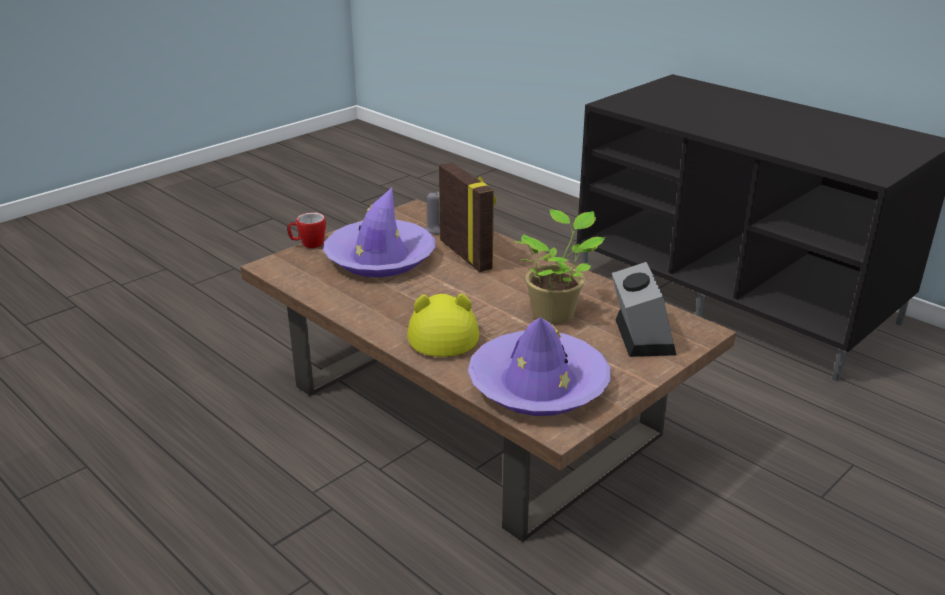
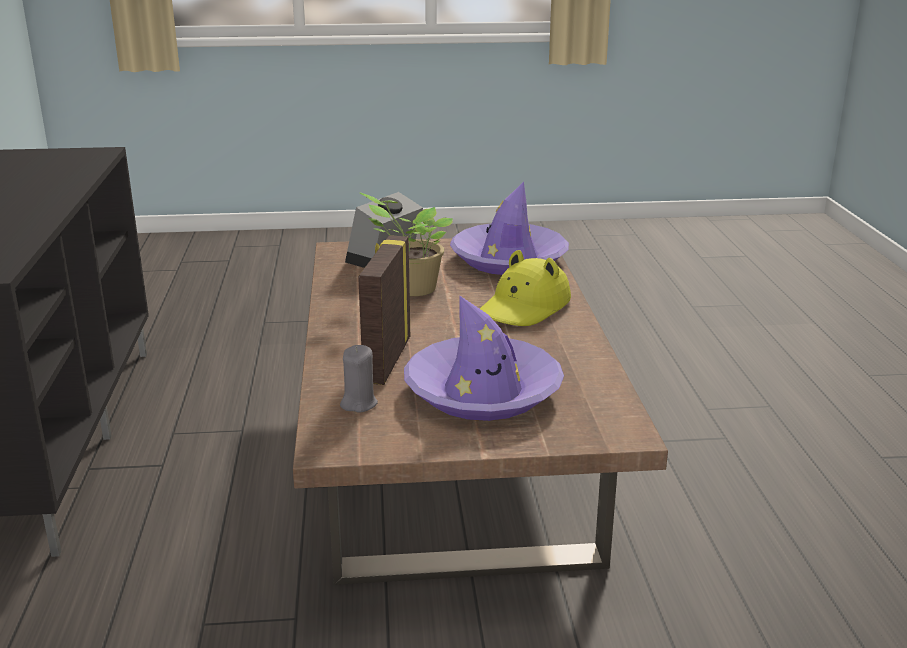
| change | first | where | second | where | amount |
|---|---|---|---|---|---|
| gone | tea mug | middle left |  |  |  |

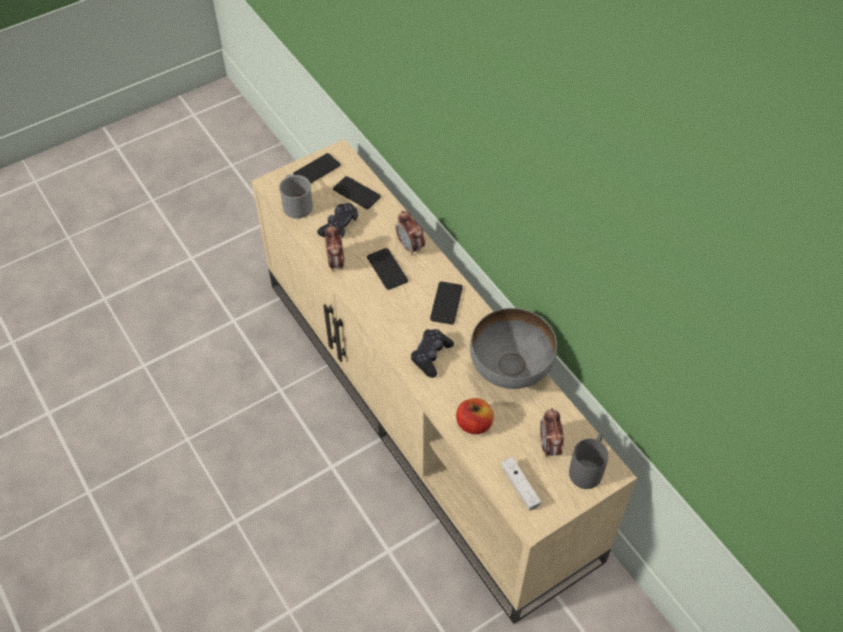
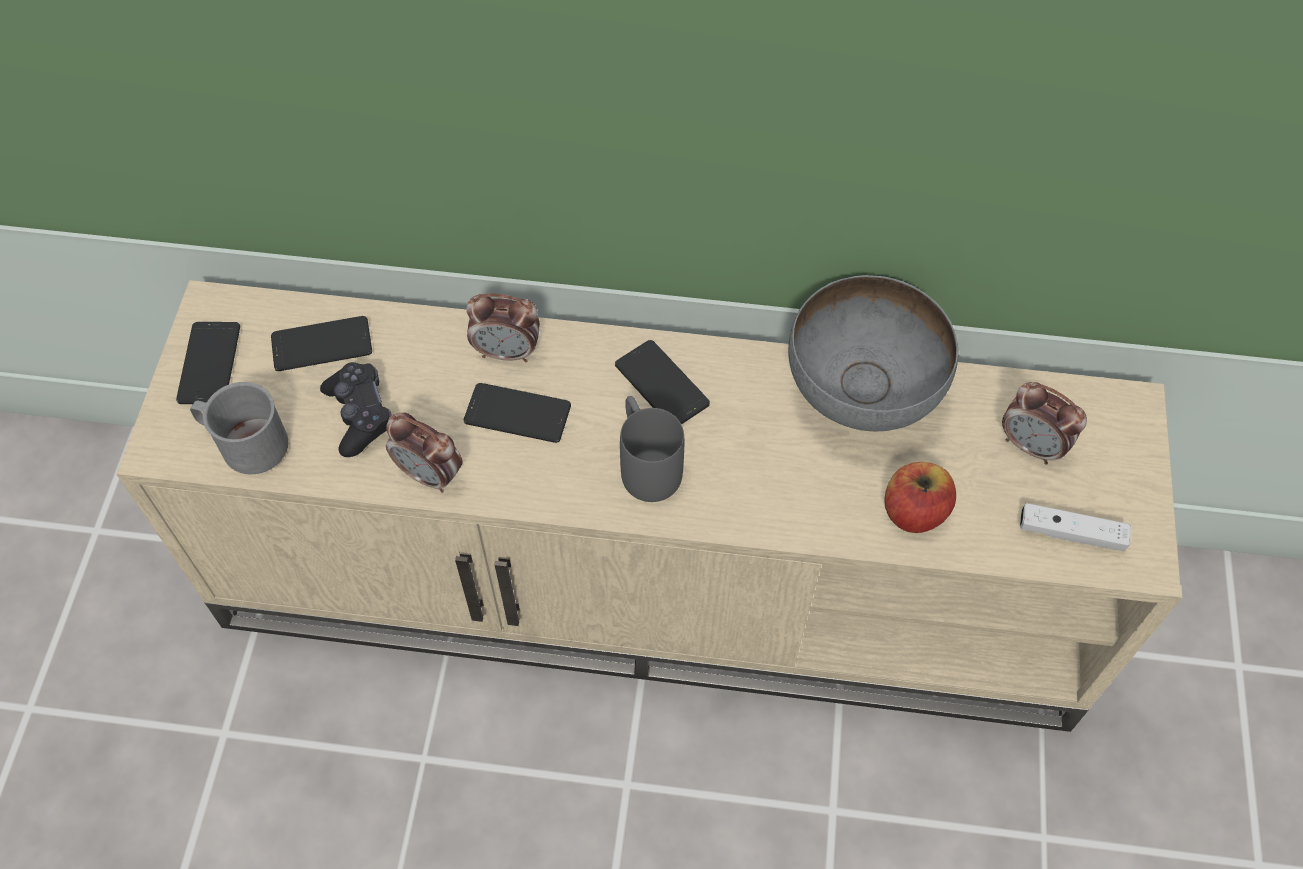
| change | first | where | second | where | amount |
|---|---|---|---|---|---|
| gone | black gamepad (no. 2 from left) | centre |  |  |  |
| shifted | gray tea mug (no. 2 from left) | bottom right |  | centre |  |

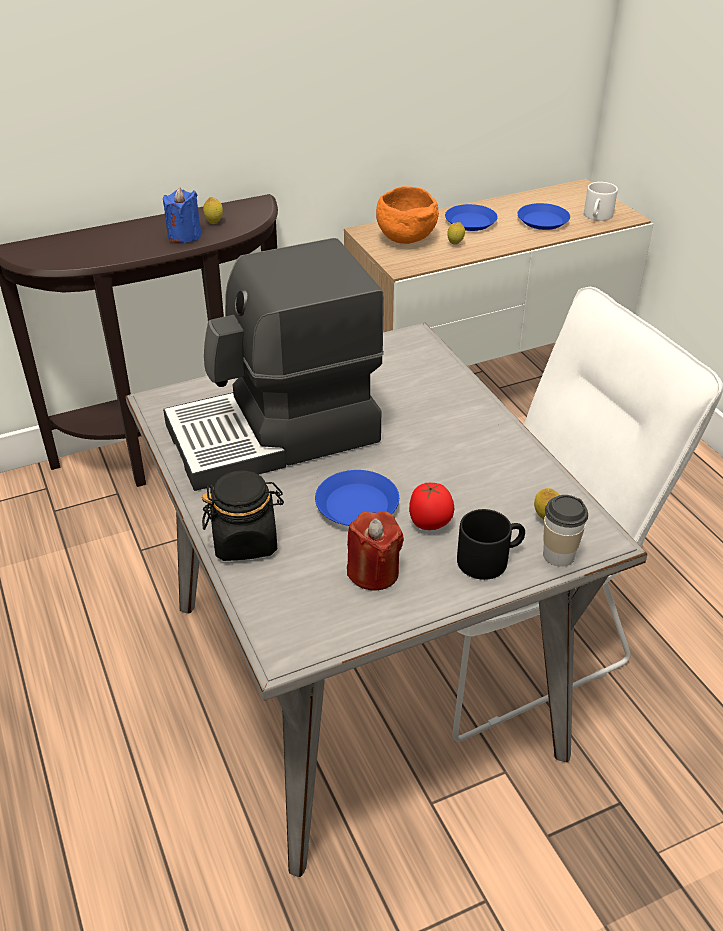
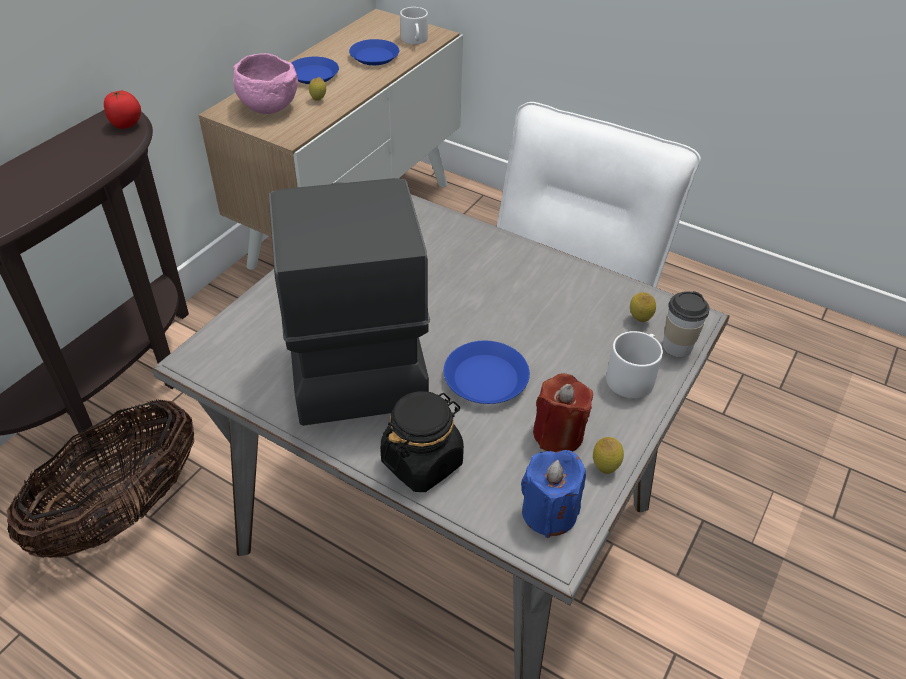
| change | first | where | second | where | amount |
|---|---|---|---|---|---|
| shifted | blue-coloured candle | top left |  | bottom centre |  |
| rotated | coffee machine | centre |  | centre | 135 degrees clockwise |
| shifted | lemon (no. 1 from left in the first image) | top left | lemon (no. 2 from left) | bottom right |  |
| repainted | orange deep dish | top centre | pinkish deep dish | top left |  |
| shifted | fresh tomato | centre |  | top left |  |
| repainted | black tea mug | middle right | whitish tea mug (no. 2 from left) | middle right |  |
| new |  |  | basket | bottom left |  |

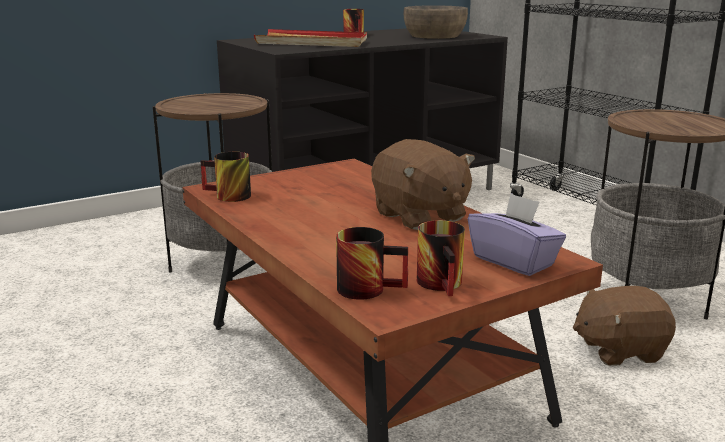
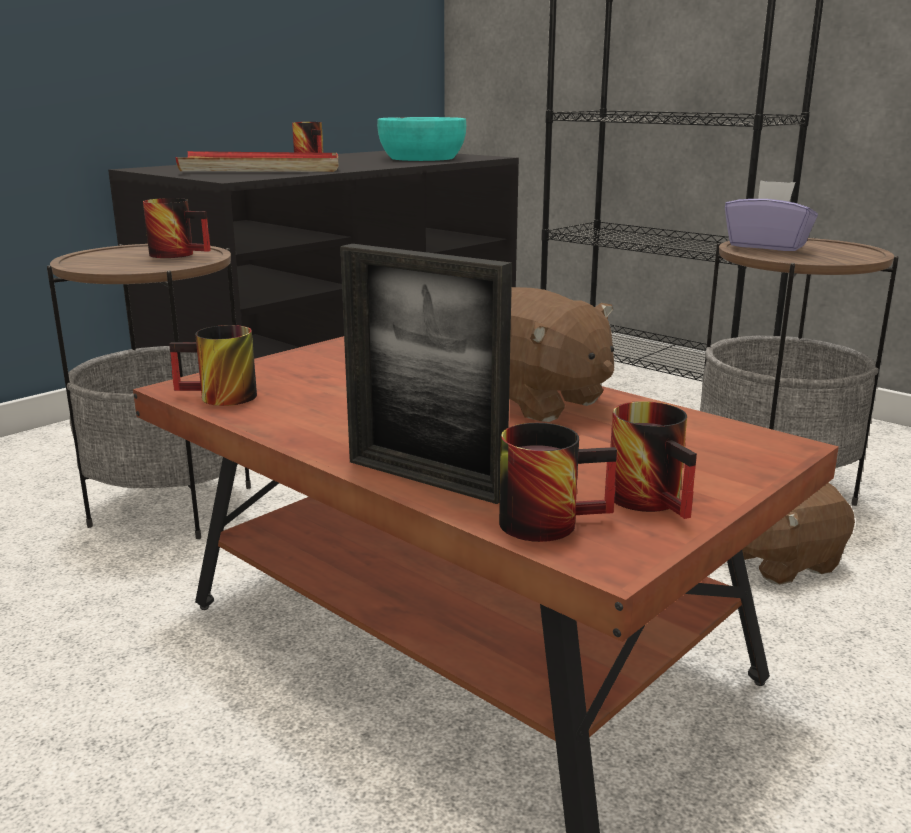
| change | first | where | second | where | amount |
|---|---|---|---|---|---|
| repainted | brown-coloured deep dish | top centre | turquoise-coloured deep dish | top centre |  |
| shifted | purplish tissue box | middle right |  | top right |  |
| new |  |  | tea mug (no. 1 from left) | top left |  |
| new |  |  | standing frame | centre |  |

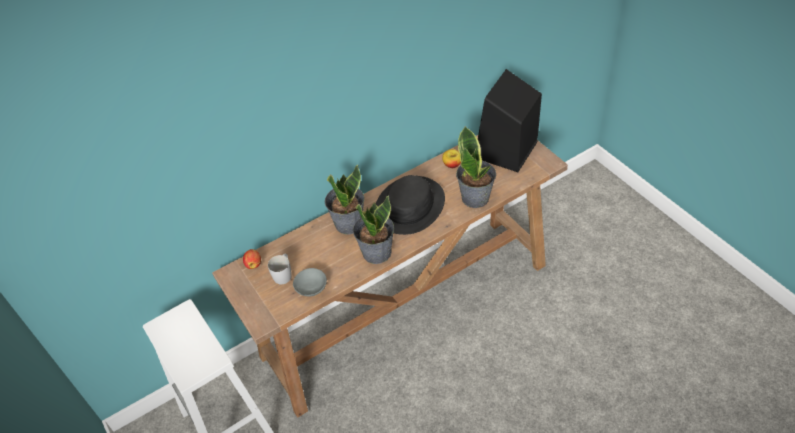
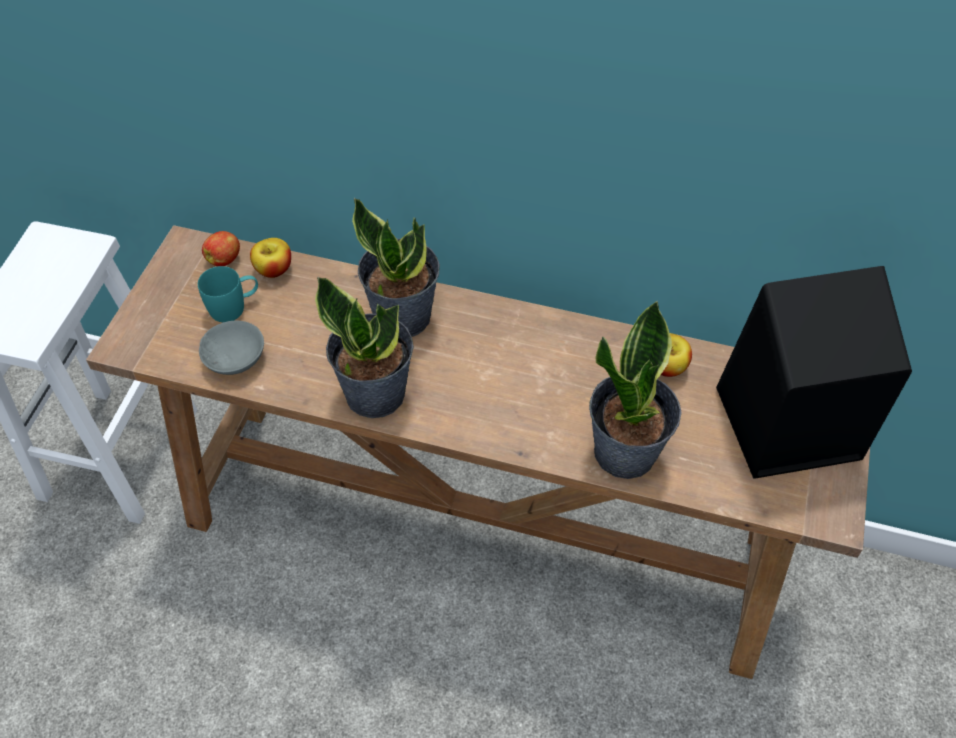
| change | first | where | second | where | amount |
|---|---|---|---|---|---|
| repainted | whitish tea mug | centre | turquoise-coloured tea mug | middle left |  |
| gone | black clothing hat | centre |  |  |  |
| new |  |  | apple fruit (no. 2 from left) | middle left |  |

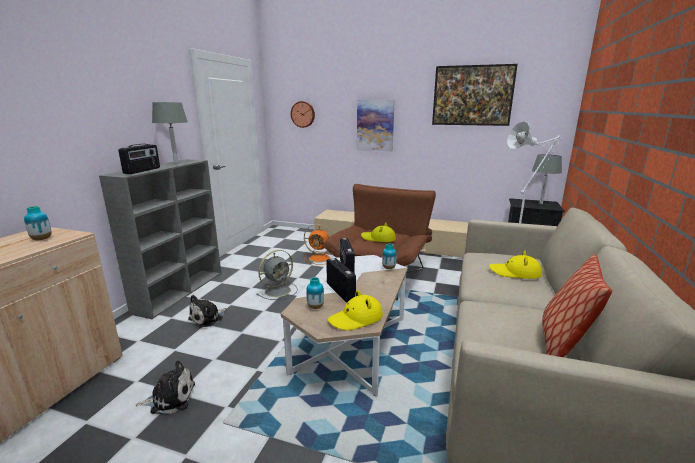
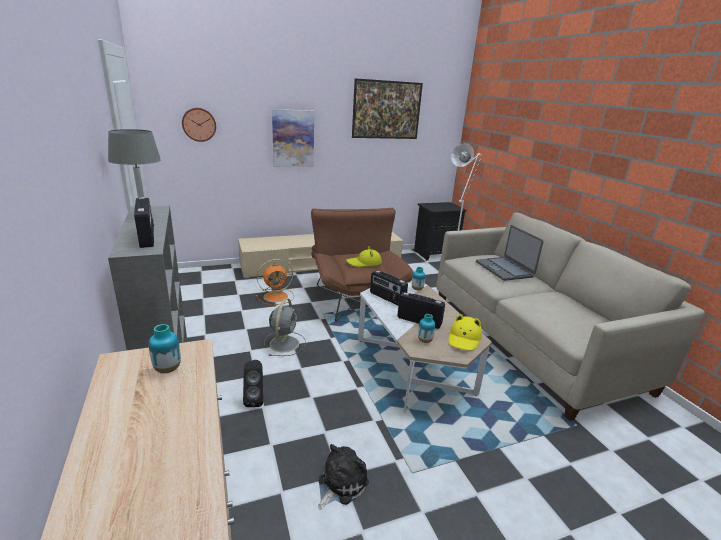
| change | first | where | second | where | amount |
|---|---|---|---|---|---|
| swapped | cuddly toy (no. 2 from left) | bottom left | black speaker | bottom centre |  |
| swapped | yellowish clothing hat (no. 3 from left) | middle right | laptop | middle right |  |
| gone | gray tabletop lamp (no. 2 from left) | middle right |  |  |  |
| gone | cushion | middle right |  |  |  |

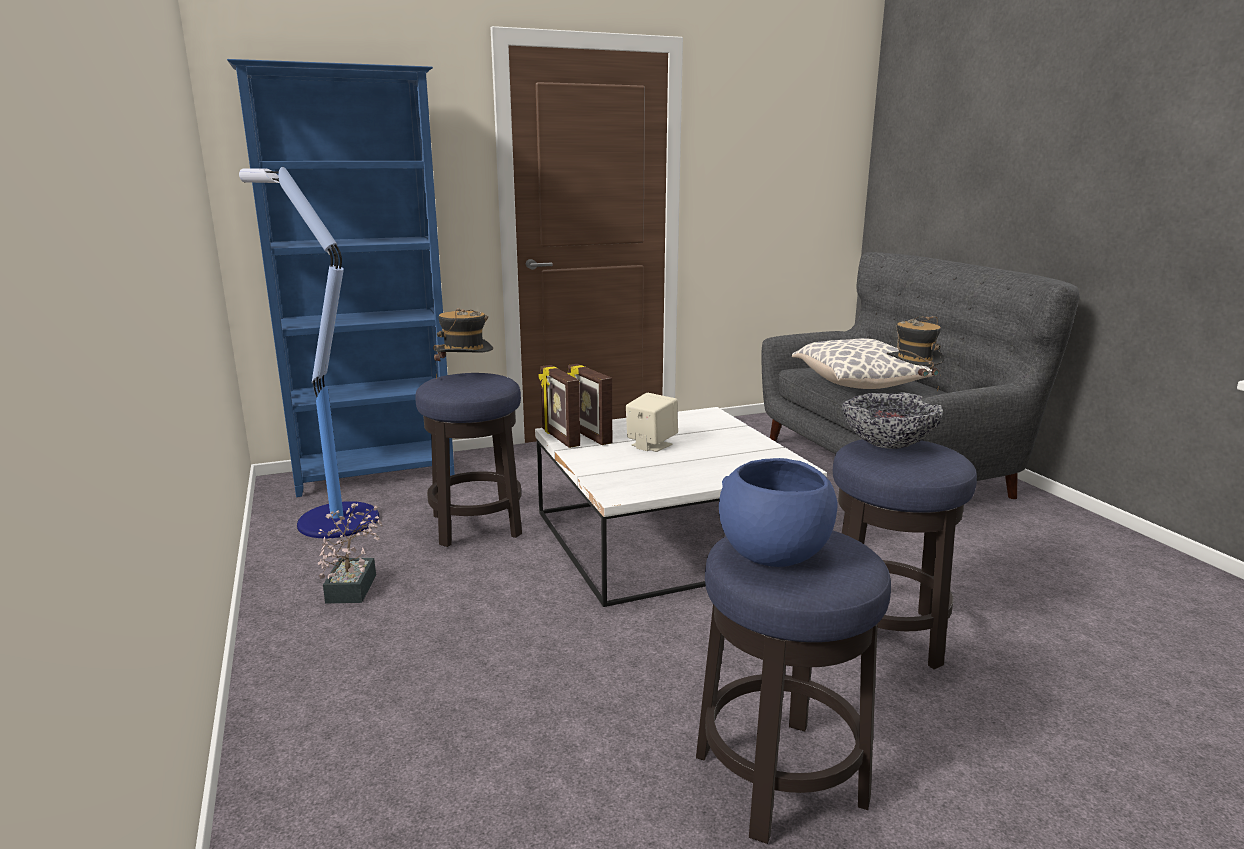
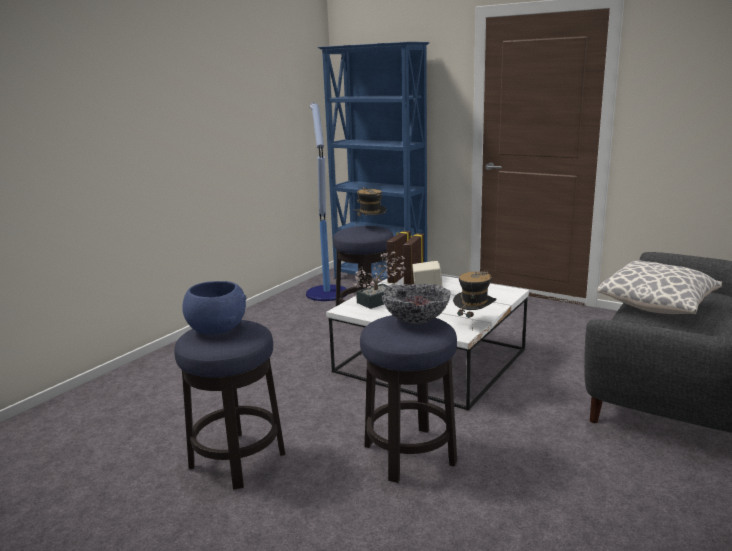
| change | first | where | second | where | amount |
|---|---|---|---|---|---|
| shifted | potted plant | middle left |  | centre |  |
| shifted | clothing hat (no. 2 from left) | middle right |  | centre |  |

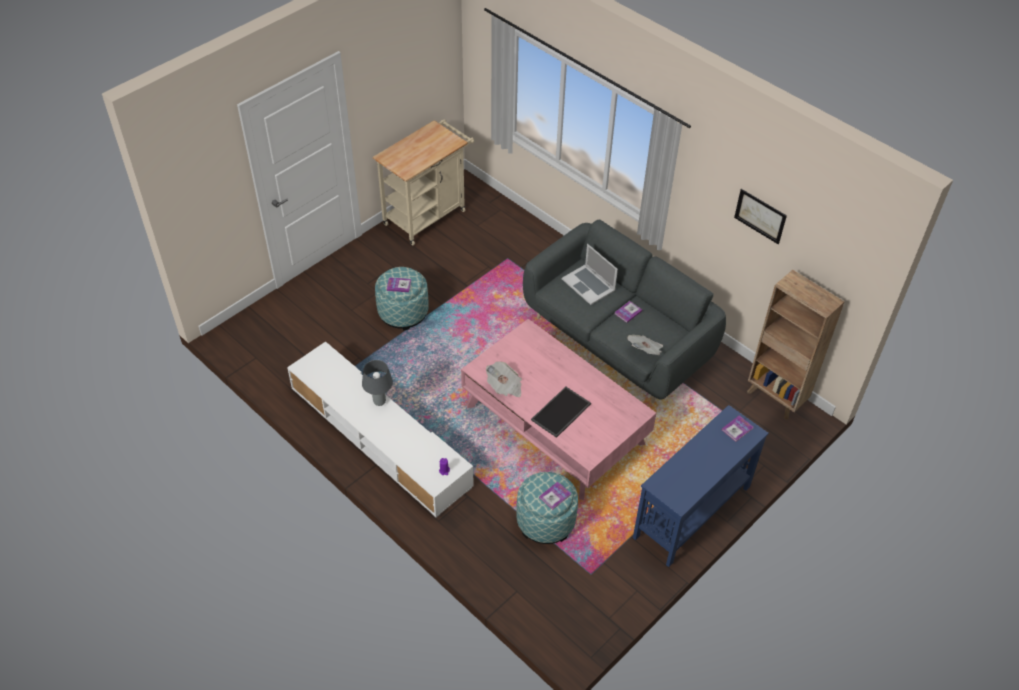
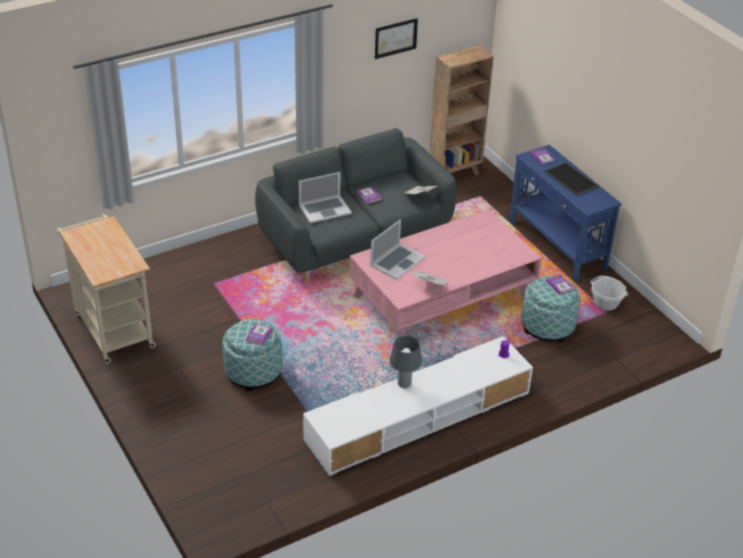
| change | first | where | second | where | amount |
|---|---|---|---|---|---|
| shifted | serving tray | centre |  | top right |  |
| new |  |  | laptop (no. 2 from left) | centre |  |
| new |  |  | basket | middle right |  |

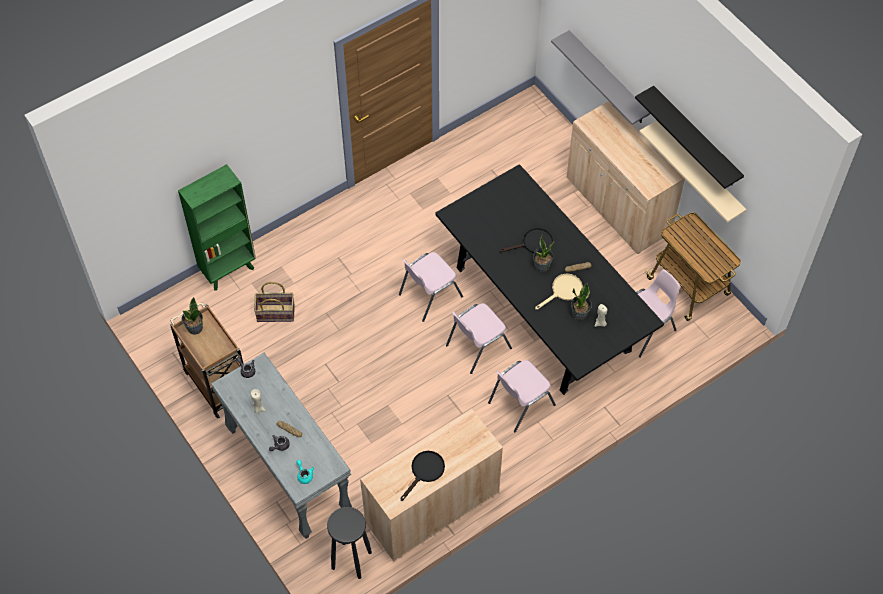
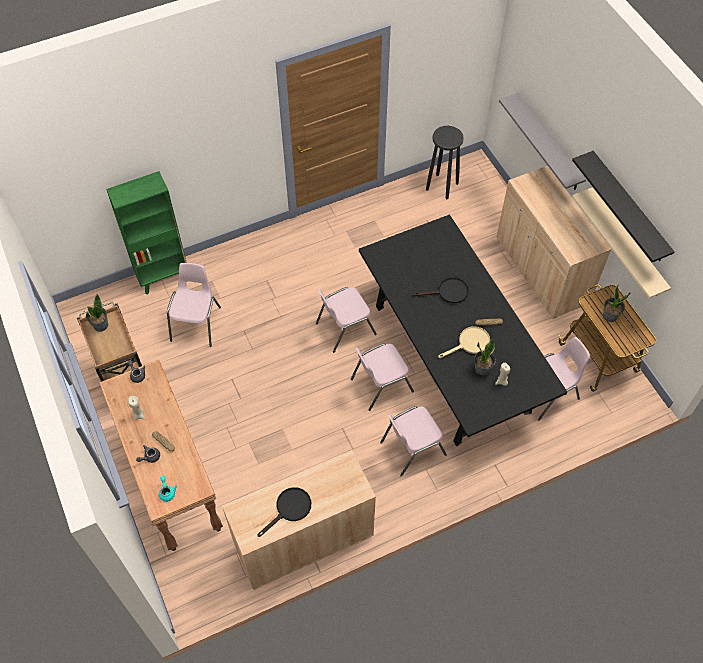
| change | first | where | second | where | amount |
|---|---|---|---|---|---|
| repainted | gray narrow table | bottom left | brown-coloured narrow table | bottom left |  |
| swapped | basket | middle left | pinkish upright chair (no. 1 from left) | middle left |  |
| shifted | black stool | bottom centre |  | top centre |  |
| shifted | potted plant (no. 2 from left in the first image) | centre | potted plant (no. 3 from left) | middle right |  |

